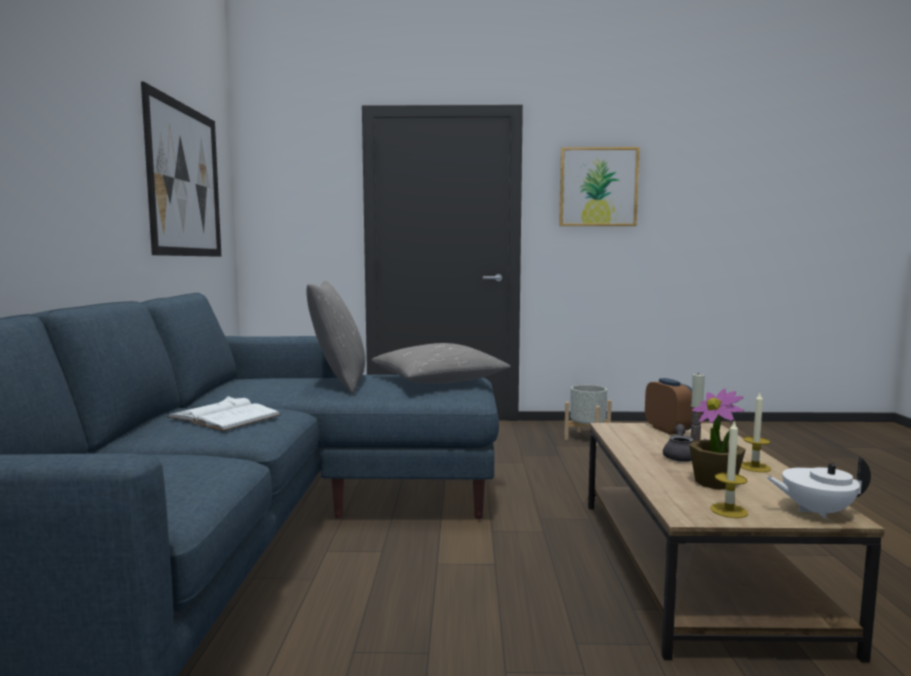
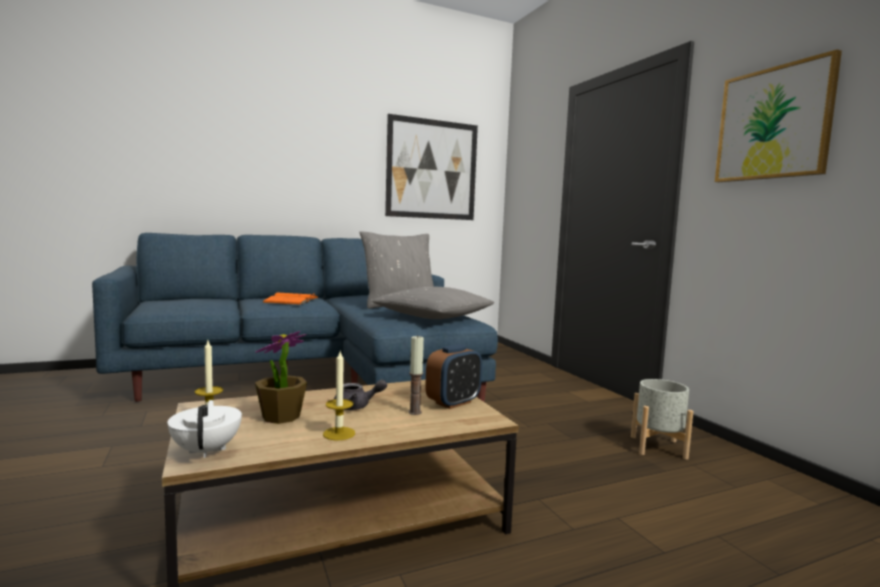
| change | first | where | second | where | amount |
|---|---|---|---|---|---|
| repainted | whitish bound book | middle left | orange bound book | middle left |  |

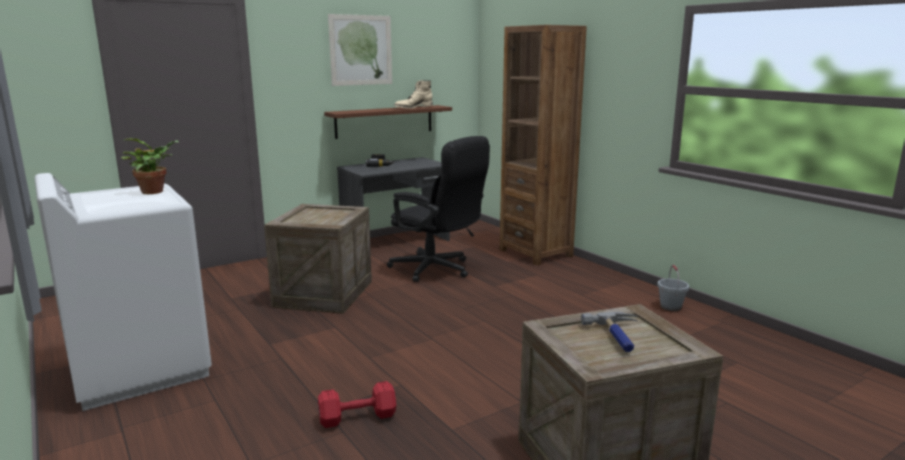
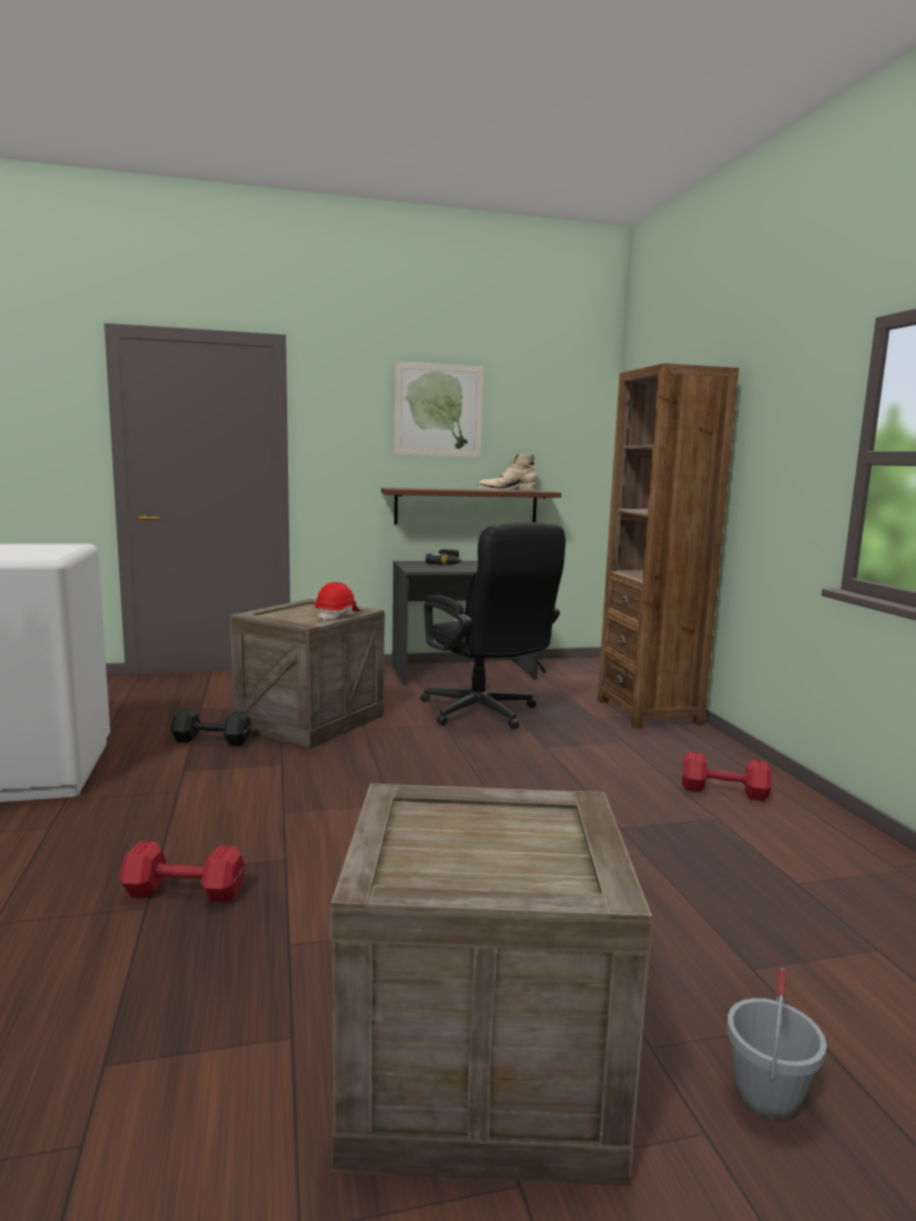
| change | first | where | second | where | amount |
|---|---|---|---|---|---|
| gone | potted plant | middle left |  |  |  |
| gone | hand hammer | bottom right |  |  |  |
| shifted | gray bucket | middle right |  | bottom right |  |
| new |  |  | black hand weight | middle left |  |
| new |  |  | red safety helmet | centre |  |
| new |  |  | red hand weight (no. 2 from left) | middle right |  |

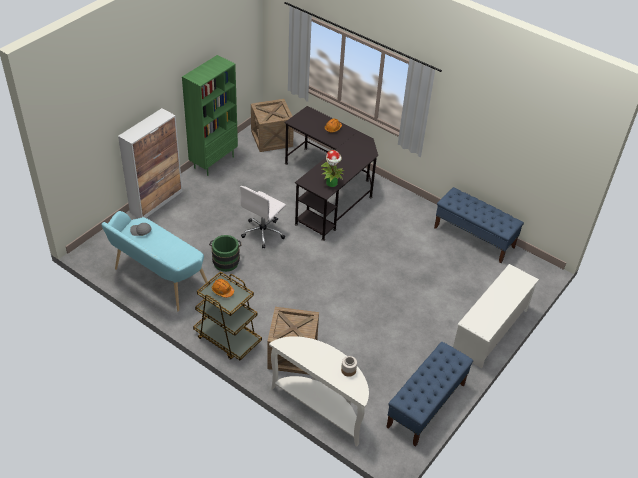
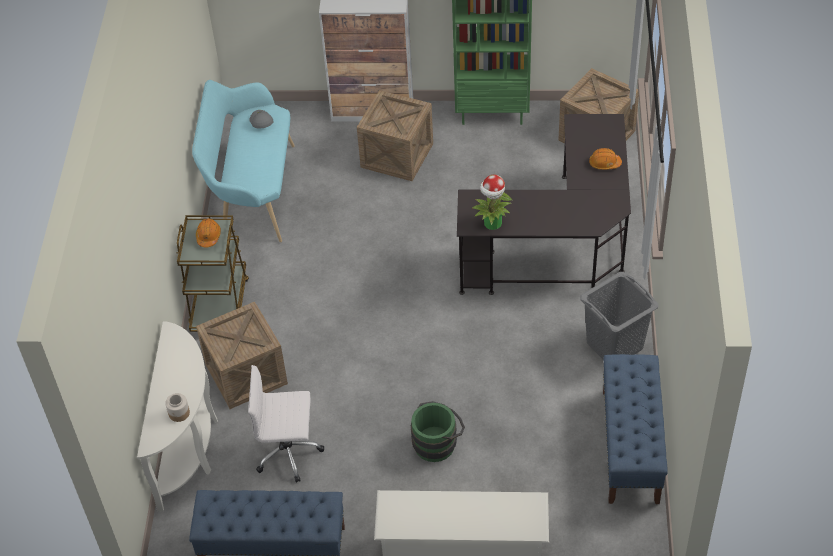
| change | first | where | second | where | amount |
|---|---|---|---|---|---|
| shifted | greenish bucket | centre |  | bottom centre |  |
| shifted | whitish office chair | centre |  | bottom centre |  |
| new |  |  | shipping crate (no. 2 from left) | top centre |  |
| new |  |  | gray hamper | middle right |  |

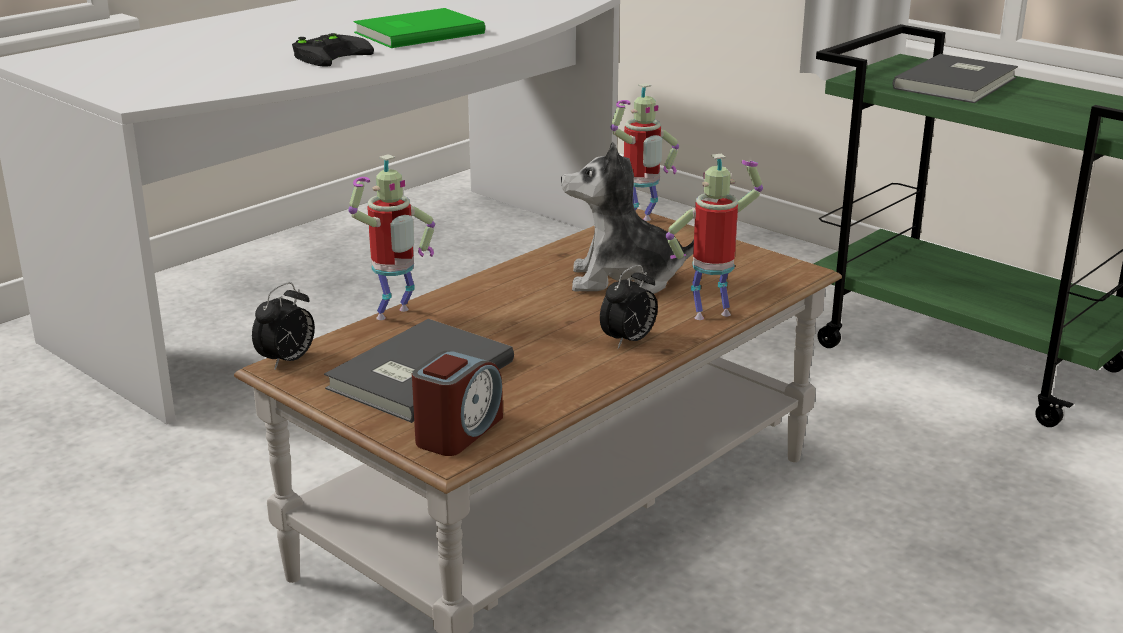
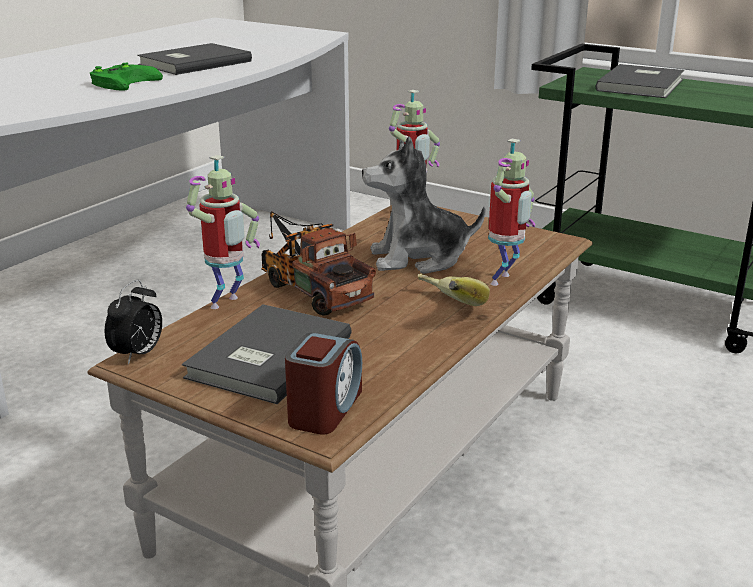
| change | first | where | second | where | amount |
|---|---|---|---|---|---|
| repainted | black gamepad | top left | greenish gamepad | top left |  |
| repainted | greenish bound book | top centre | gray bound book (no. 1 from left) | top left |  |
| swapped | alarm clock (no. 3 from left) | centre | whole banana | centre |  |
| rotated | model robot (no. 3 from left) | centre |  | middle right | 150 degrees clockwise |
| new |  |  | toy truck | centre |  |

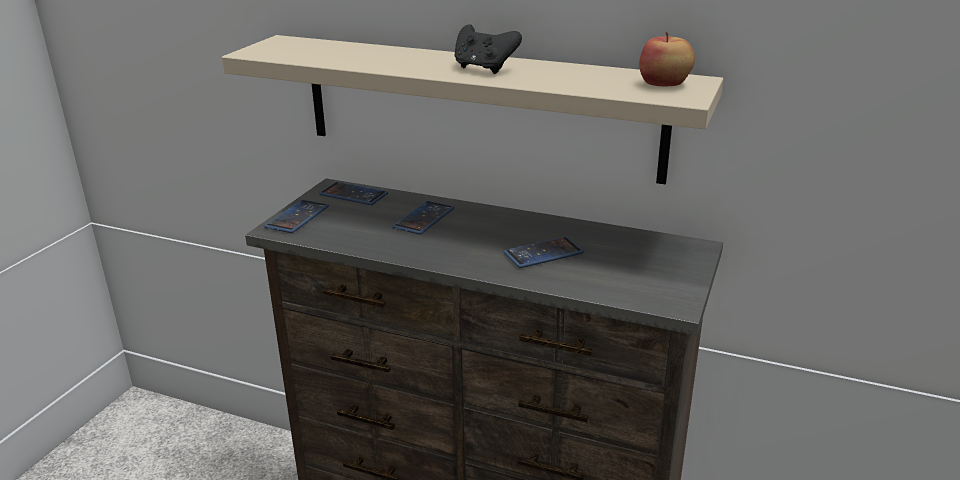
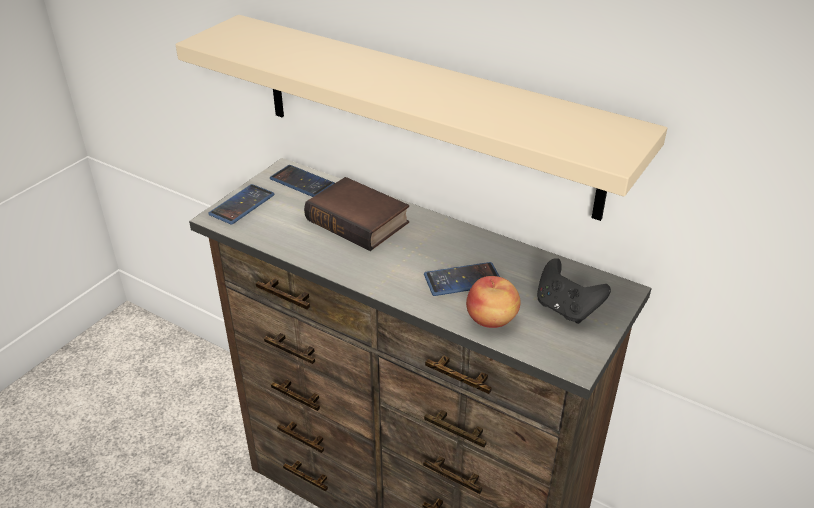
| change | first | where | second | where | amount |
|---|---|---|---|---|---|
| swapped | handset (no. 3 from left) | centre | bound book | centre |  |
| shifted | black gamepad | top centre |  | middle right |  |
| shifted | apple fruit | top right |  | centre |  |

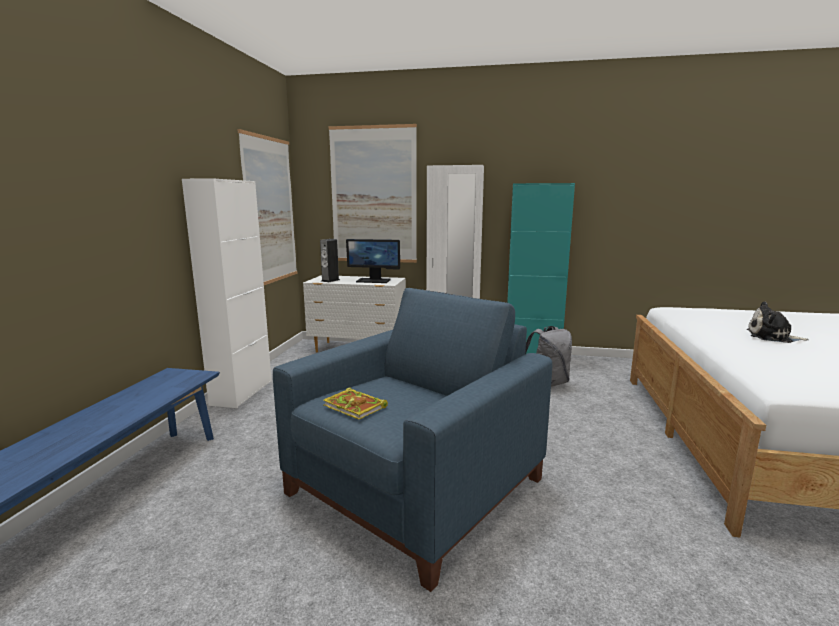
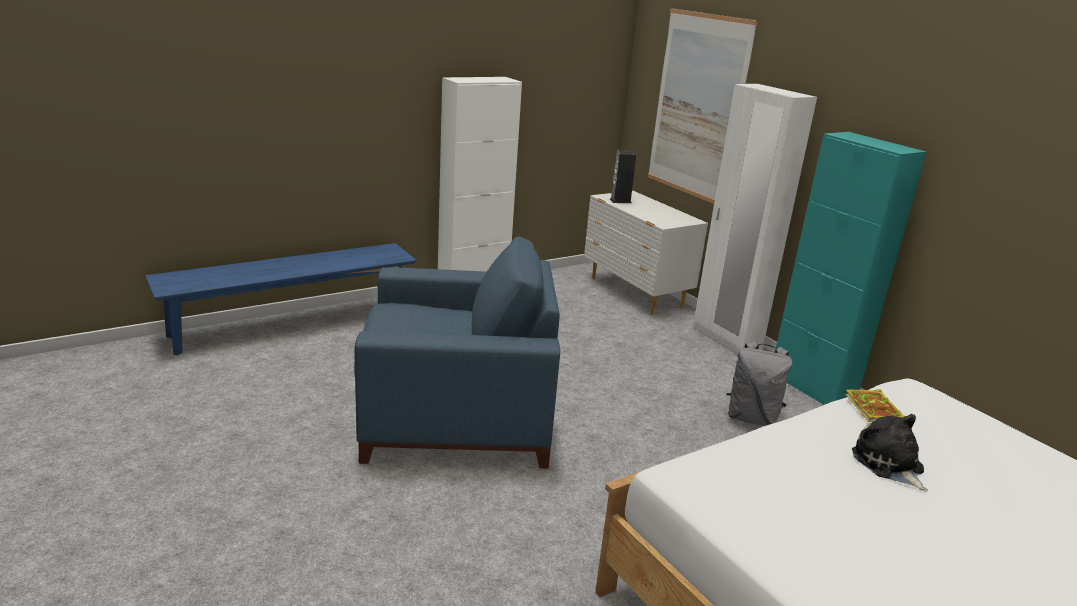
| change | first | where | second | where | amount |
|---|---|---|---|---|---|
| gone | wall art (no. 1 from left) | top left |  |  |  |
| shifted | bound book | centre |  | bottom right |  |
| gone | monitor | centre |  |  |  |

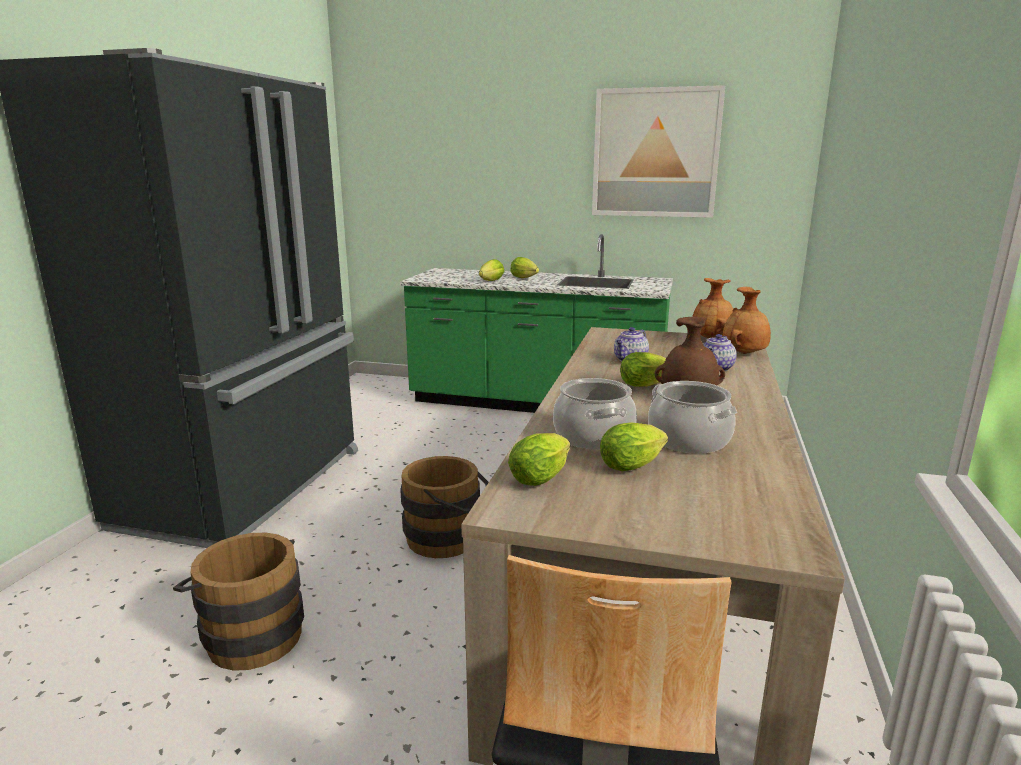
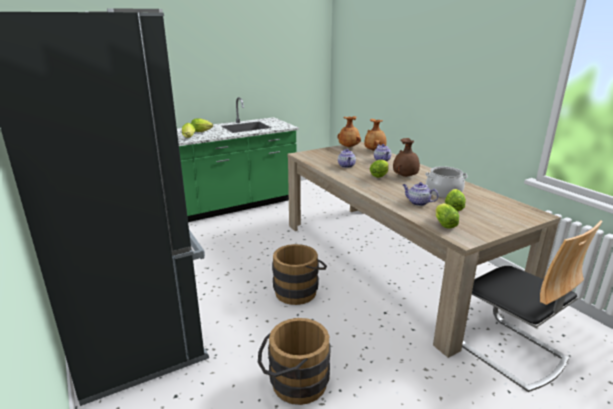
| change | first | where | second | where | amount |
|---|---|---|---|---|---|
| swapped | cooking pot (no. 1 from left) | centre | pot for tea (no. 3 from left) | middle right |  |
| gone | wall art | top centre |  |  |  |

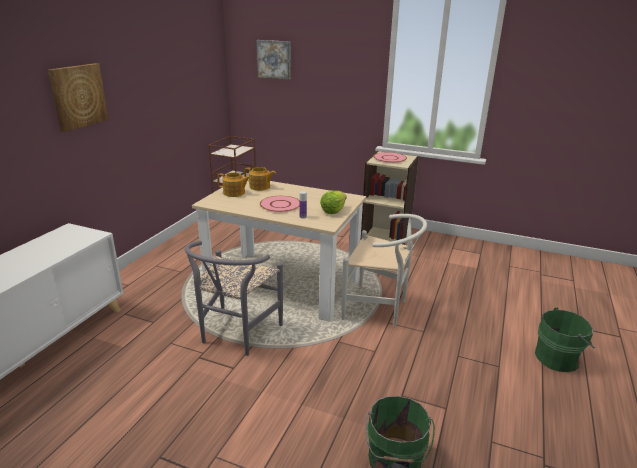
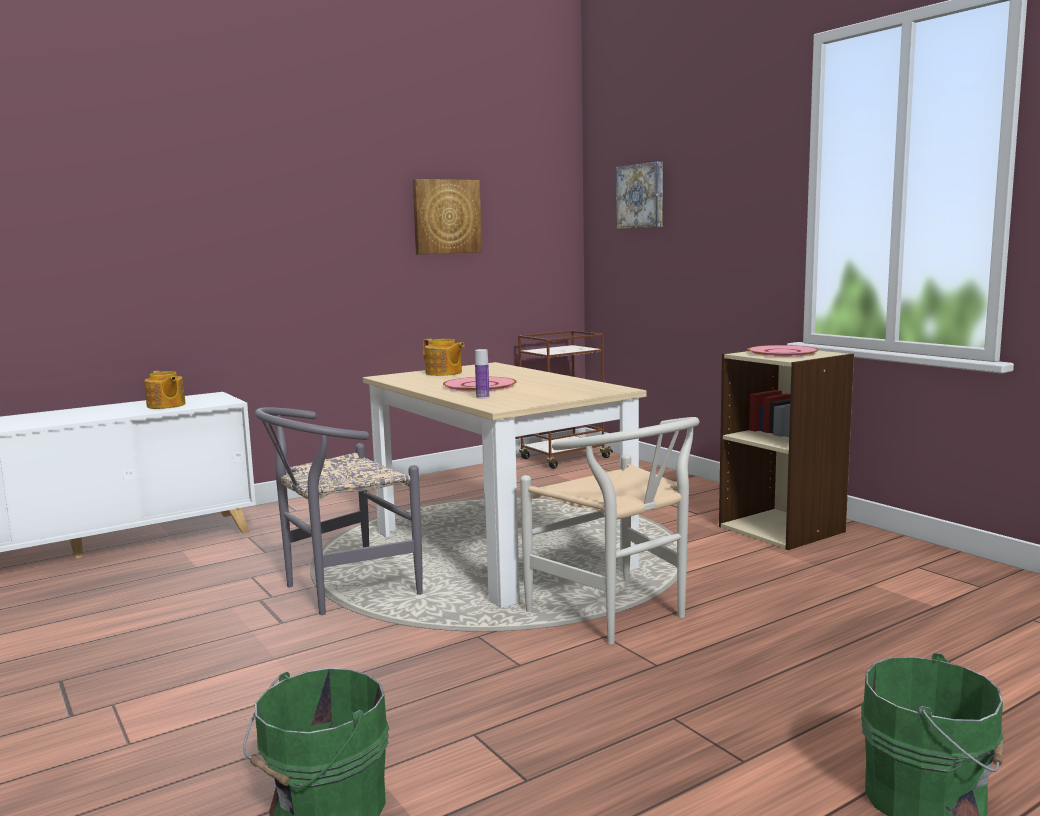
| change | first | where | second | where | amount |
|---|---|---|---|---|---|
| shifted | wall art (no. 1 from left) | top left |  | top centre |  |
| shifted | pot for tea (no. 2 from left in the first image) | centre | pot for tea (no. 1 from left) | middle left |  |
| gone | lettuce head | centre |  |  |  |

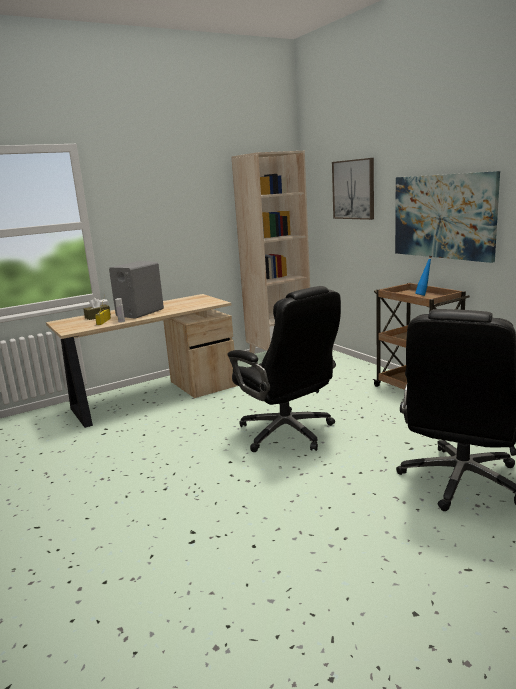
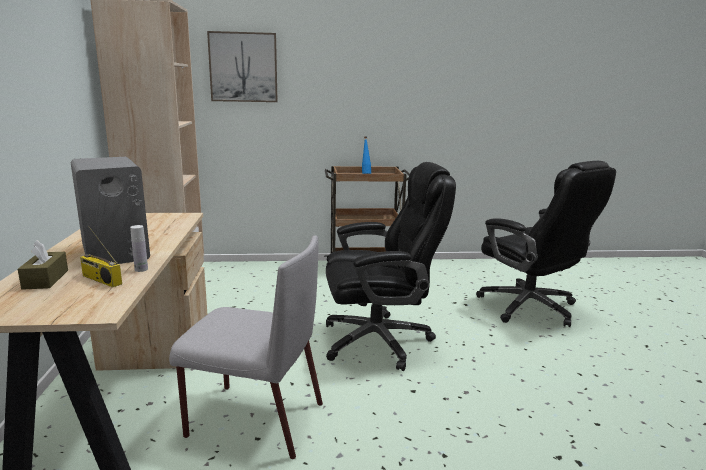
| change | first | where | second | where | amount |
|---|---|---|---|---|---|
| gone | wall art (no. 2 from left) | top right |  |  |  |
| new |  |  | gray upright chair | bottom centre |  |

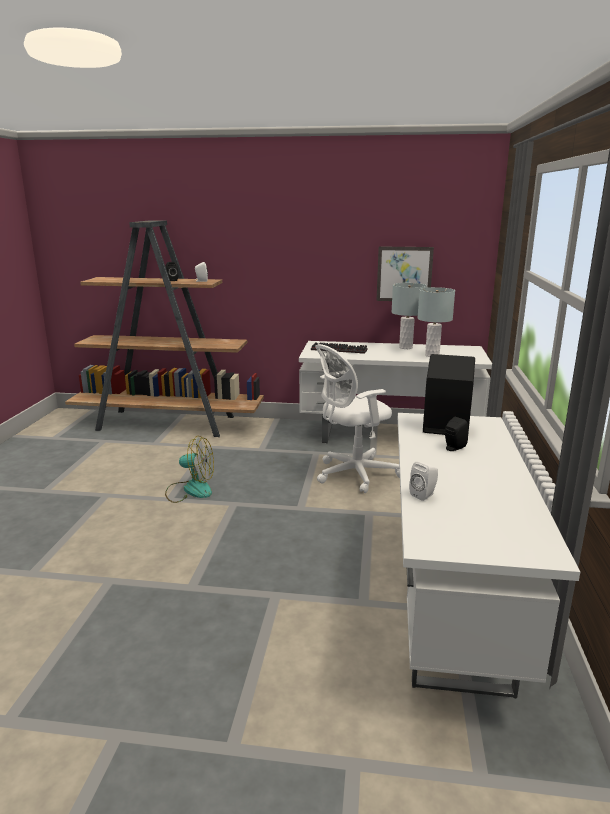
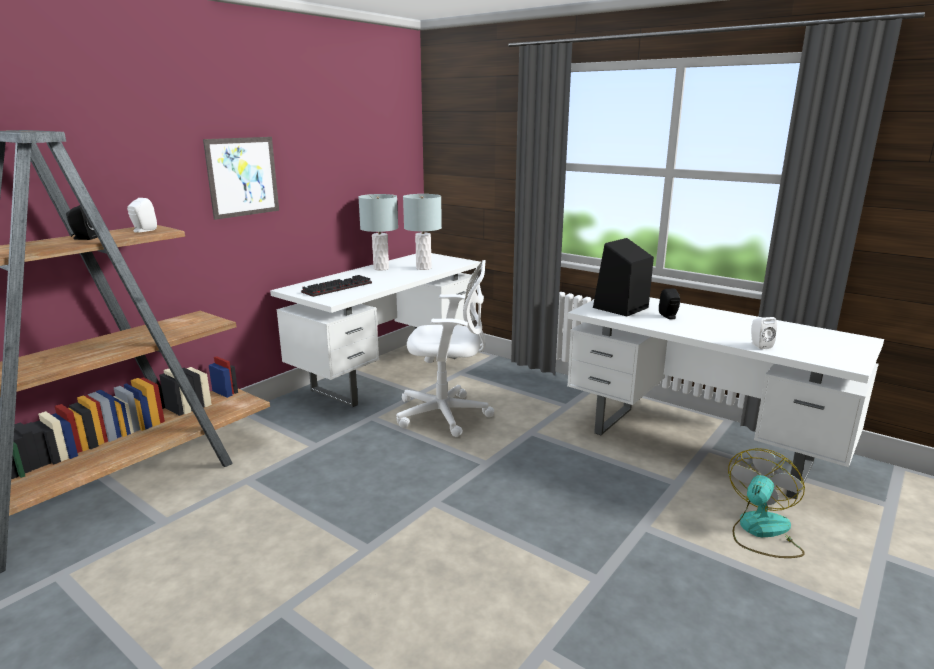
| change | first | where | second | where | amount |
|---|---|---|---|---|---|
| shifted | electric fan | middle left |  | bottom right |  |
| rotated | whitish office chair | centre |  | centre | 90 degrees counterclockwise |
| shifted | wall art | centre |  | top left |  |

